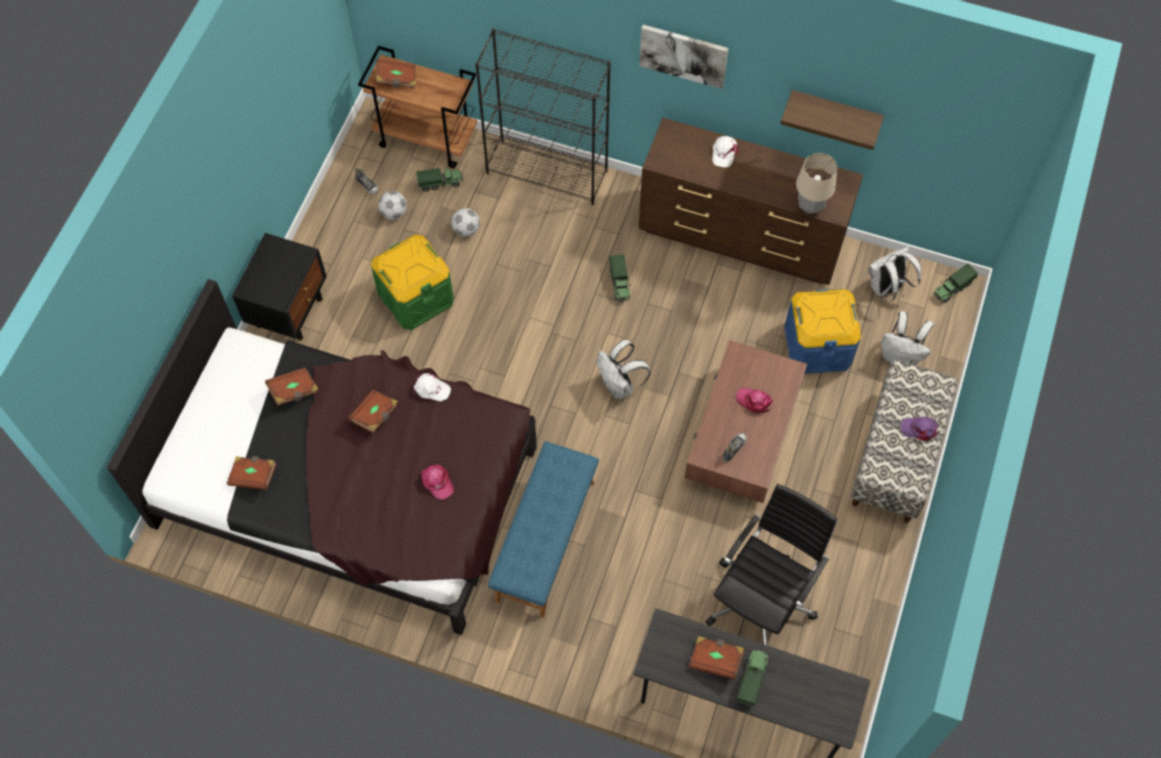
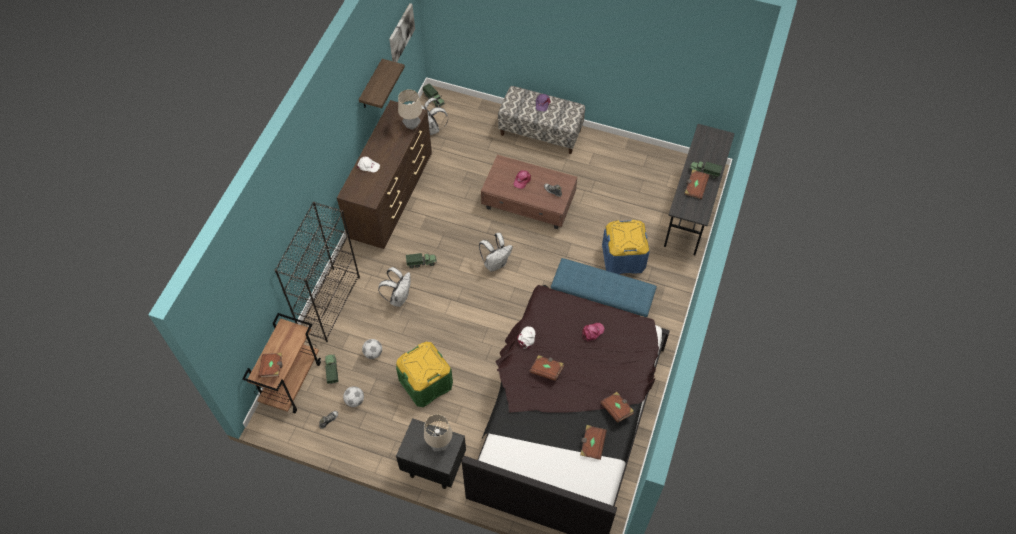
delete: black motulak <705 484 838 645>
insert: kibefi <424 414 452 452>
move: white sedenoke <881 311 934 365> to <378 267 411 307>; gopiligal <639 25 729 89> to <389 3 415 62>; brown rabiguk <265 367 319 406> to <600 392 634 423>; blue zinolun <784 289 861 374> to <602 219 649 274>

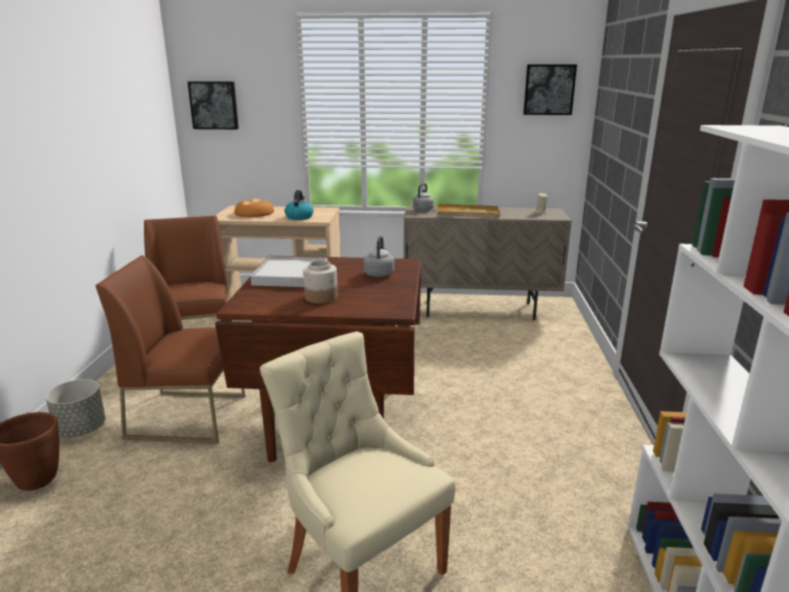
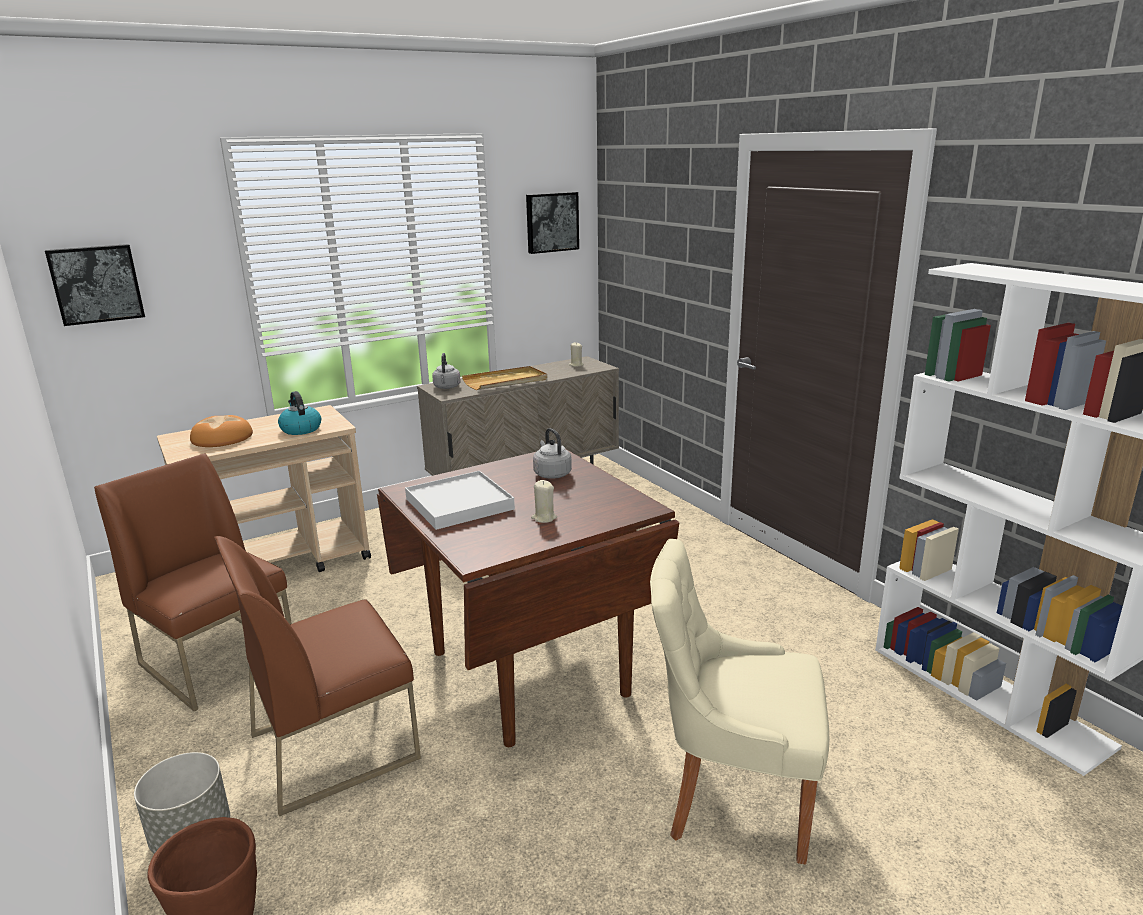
replace: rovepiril <303 260 338 304> to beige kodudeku <531 480 557 523>

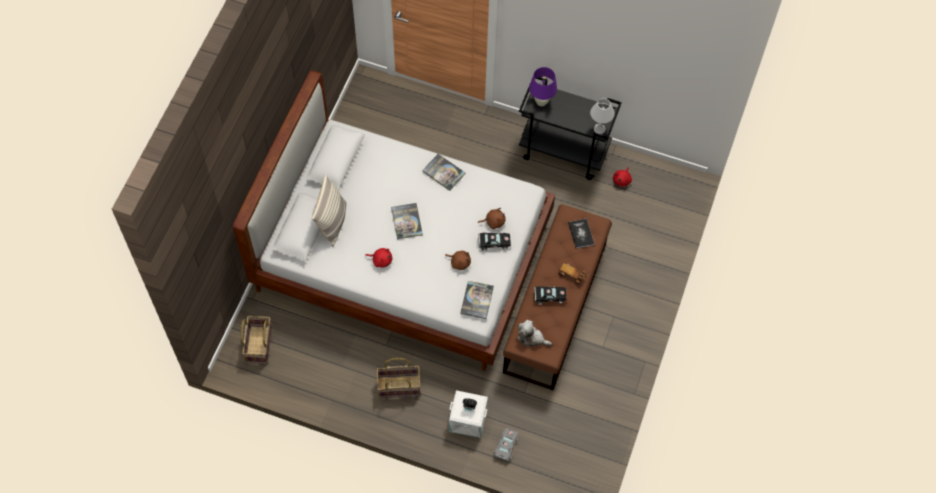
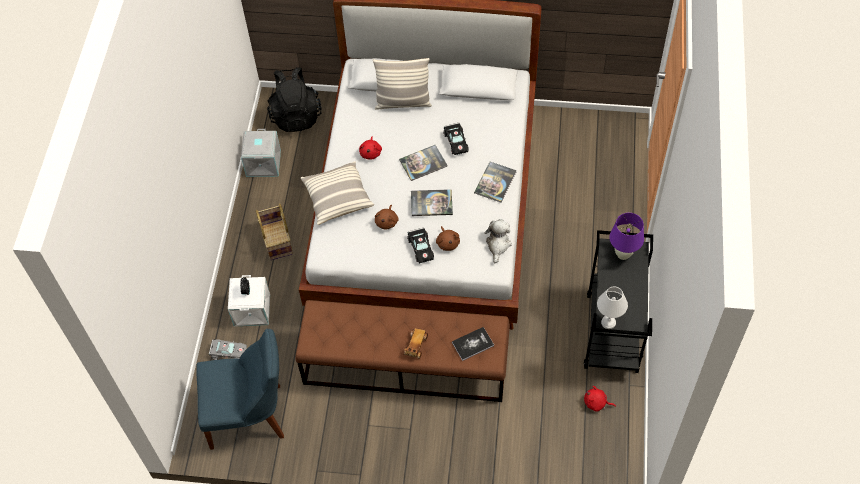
insert: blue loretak <196 329 284 450>; grey zinolun <241 129 281 177>; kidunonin <301 161 374 225>
move: rabiguk <460 281 494 319> to <411 189 453 216>; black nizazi <534 286 567 305> to <443 123 469 155>; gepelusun <518 320 552 347> to <485 219 512 263>
replace: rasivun <241 316 272 364> to black sedenoke <267 67 322 132>

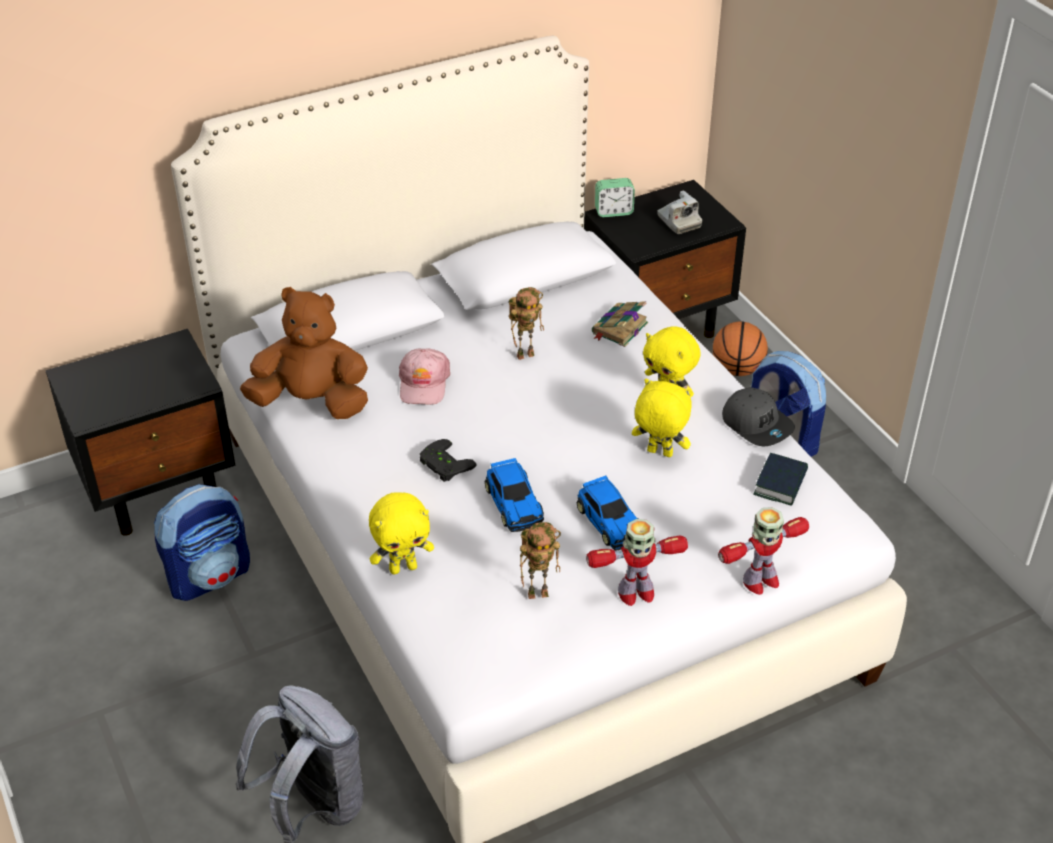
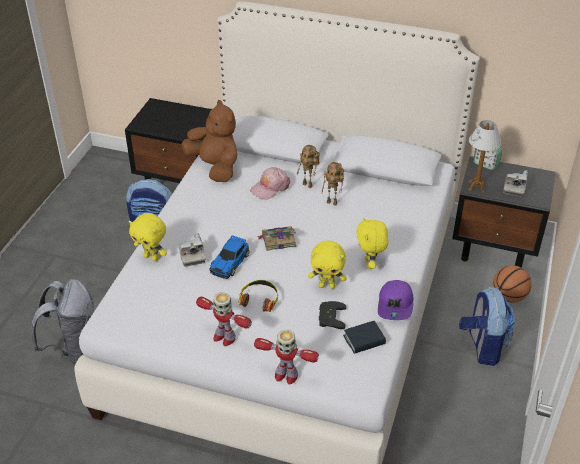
insert: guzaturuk <179 233 206 267>; kibefi <468 120 501 193>
move: rabiguk <592 301 648 347> to <257 226 296 251>; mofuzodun <520 522 561 599> to <297 145 320 188>; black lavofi <420 439 477 482> to <319 301 346 329>
replace: nizazi <576 476 638 551> to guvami <239 280 278 312>
recolor: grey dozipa <722 387 795 446> to purple dozipa <378 280 414 320>
rotate: yellow gepelusun <632 379 693 457> = <308 240 347 289> 120 degrees clockwise

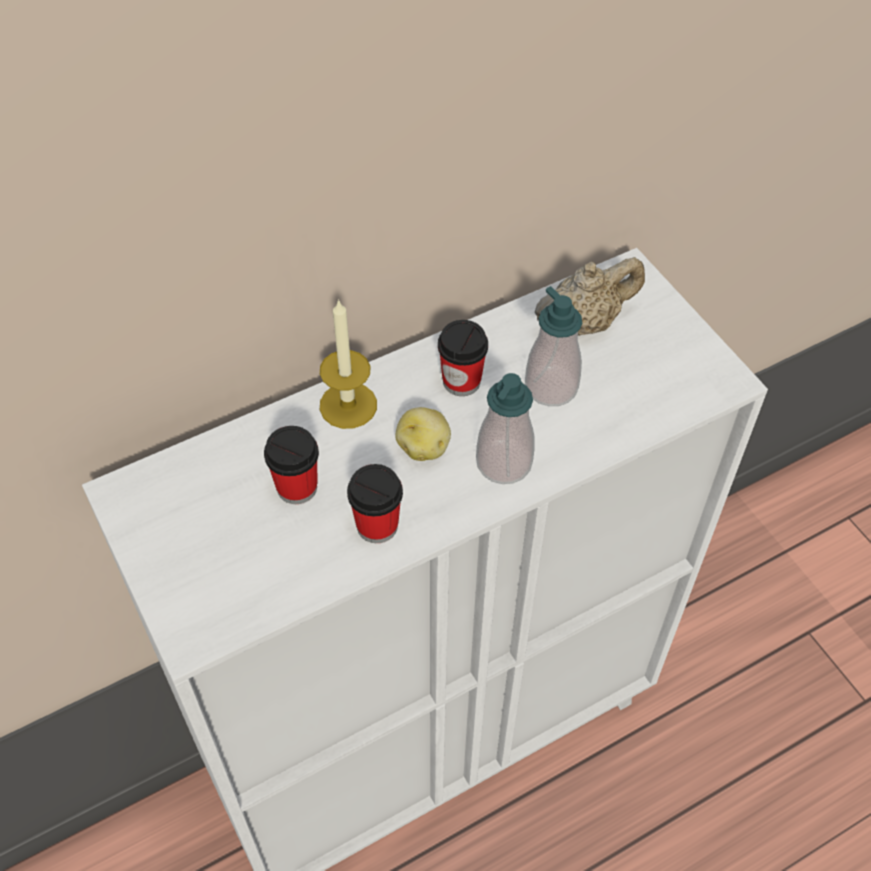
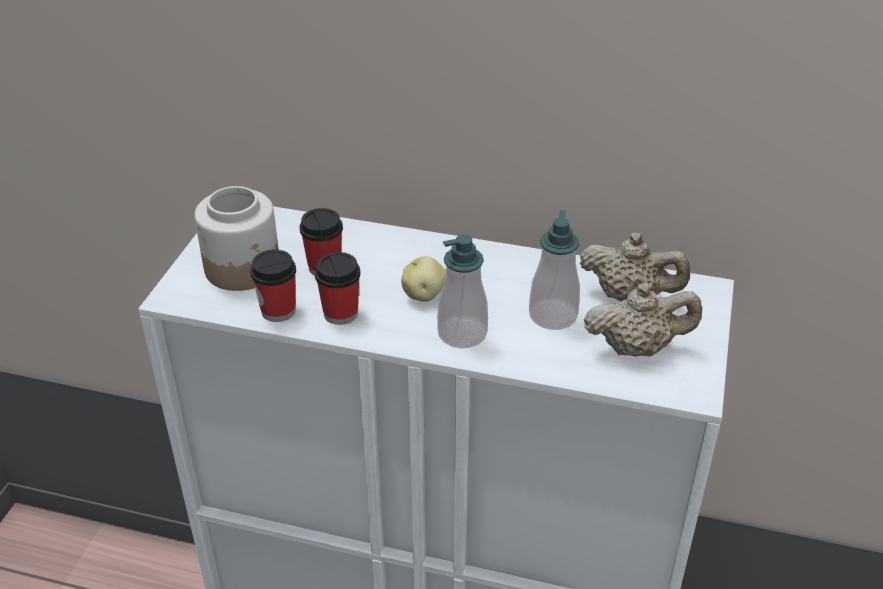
delete: kodudeku <320 299 377 429>
insert: rovepiril <194 186 279 291>; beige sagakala <584 283 702 356>
move: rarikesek <438 320 488 396> to <250 250 296 322>

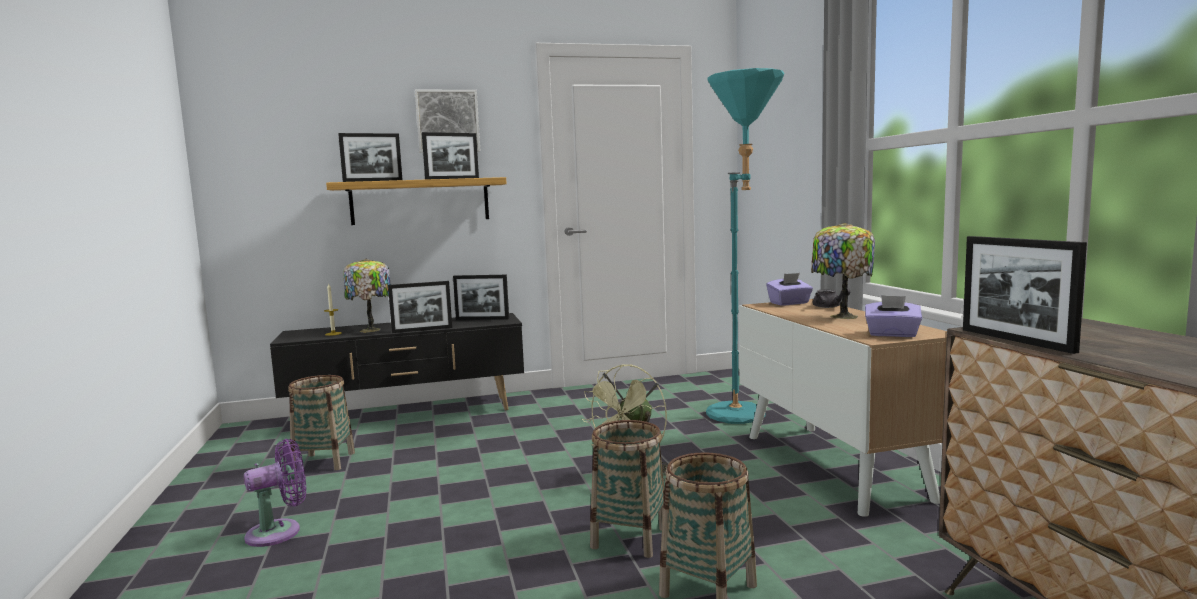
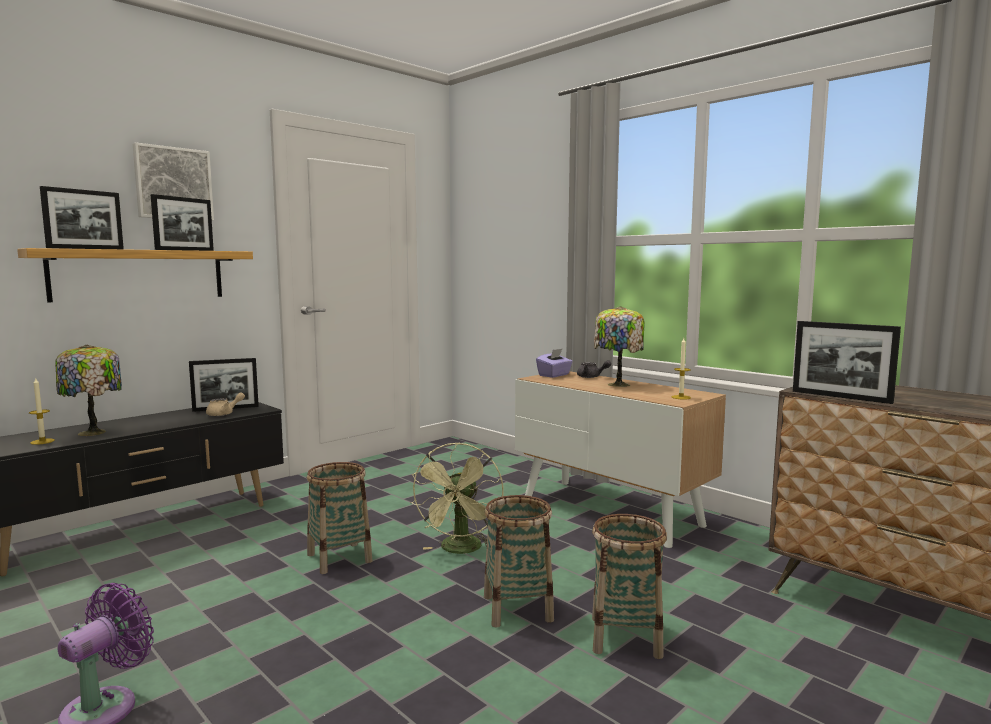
delete: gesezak <388 281 452 333>; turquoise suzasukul <706 68 785 424>
insert: beige sagakala <206 392 245 416>
move: rasivun <288 375 355 470> to <307 462 372 574>
replace: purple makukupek <865 295 922 337> to kodudeku <672 338 691 400>

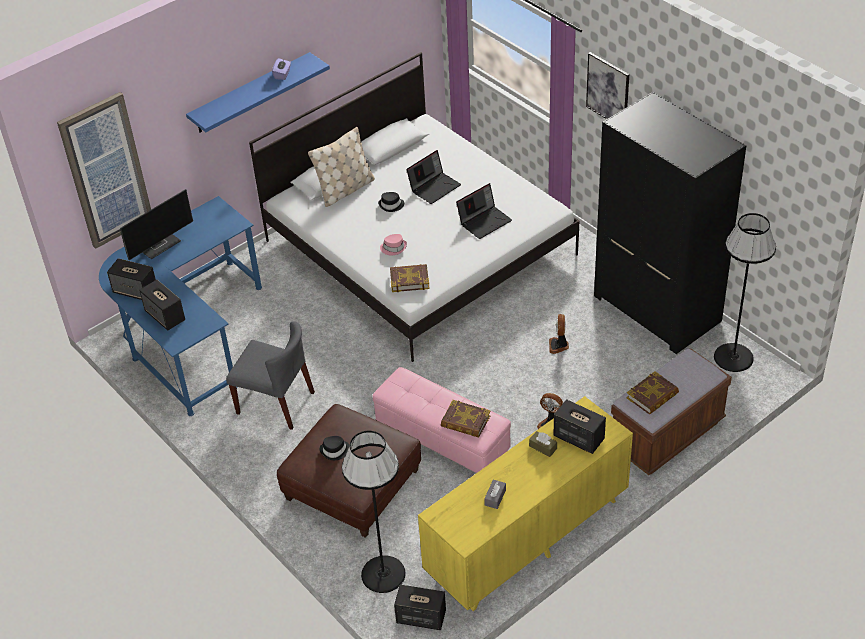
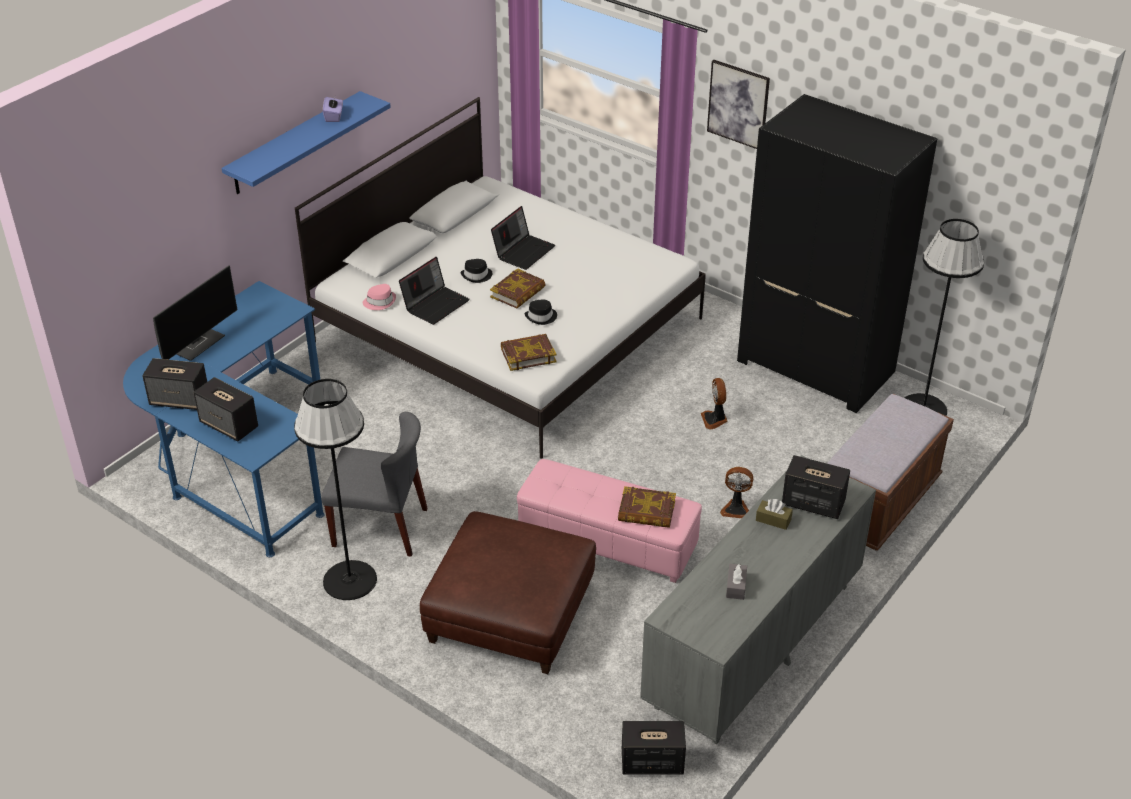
delete: gopiligal <57 92 151 249>; beige kidunonin <308 127 375 207>
move: black suzasukul <342 431 406 593> to <294 379 377 600>; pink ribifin <380 234 407 256> to <363 284 396 310>; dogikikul <456 183 512 239> to <399 257 470 325>; rabiguk <626 371 679 415> to <490 268 546 308>; black ribifin <319 436 350 460> to <525 300 557 325>
recolor: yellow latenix <418 396 633 611> to grey latenix <640 455 876 744>

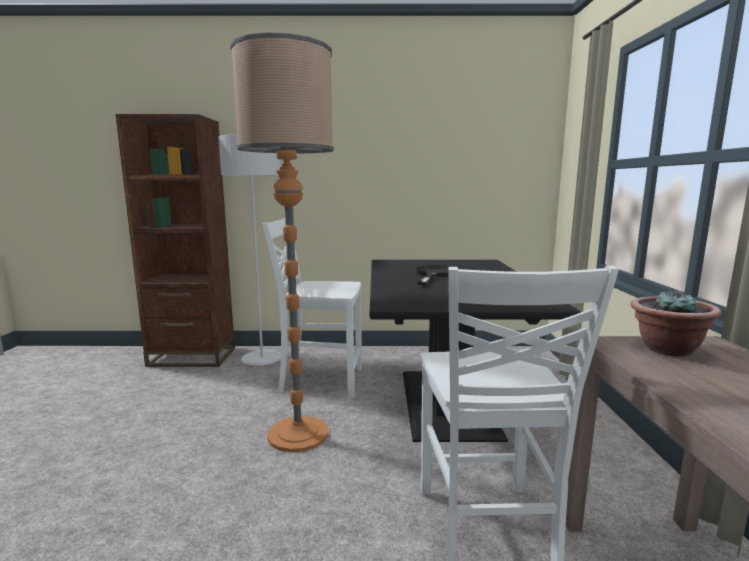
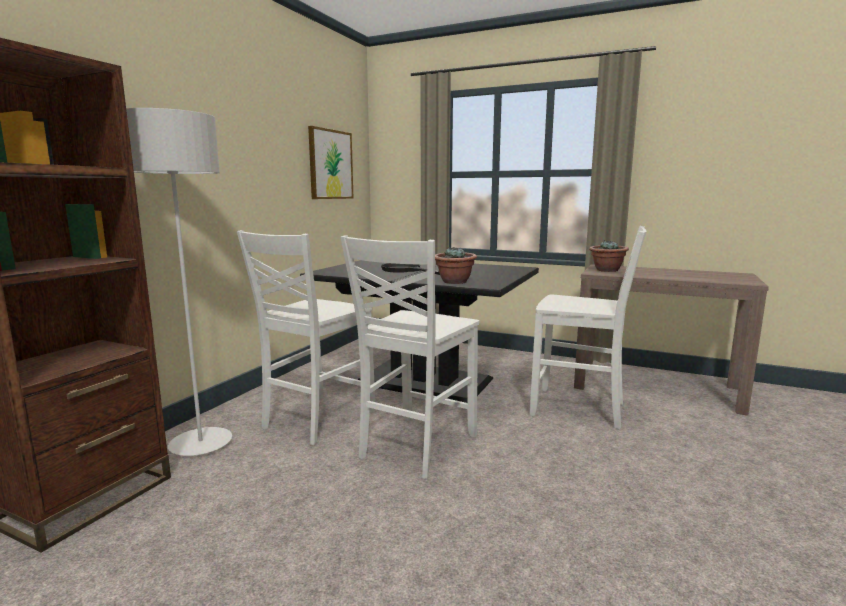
insert: gopiligal <308 126 353 199>; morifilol <435 247 477 284>
replace: suzasukul <230 33 334 452> to white loretak <340 235 479 479>

